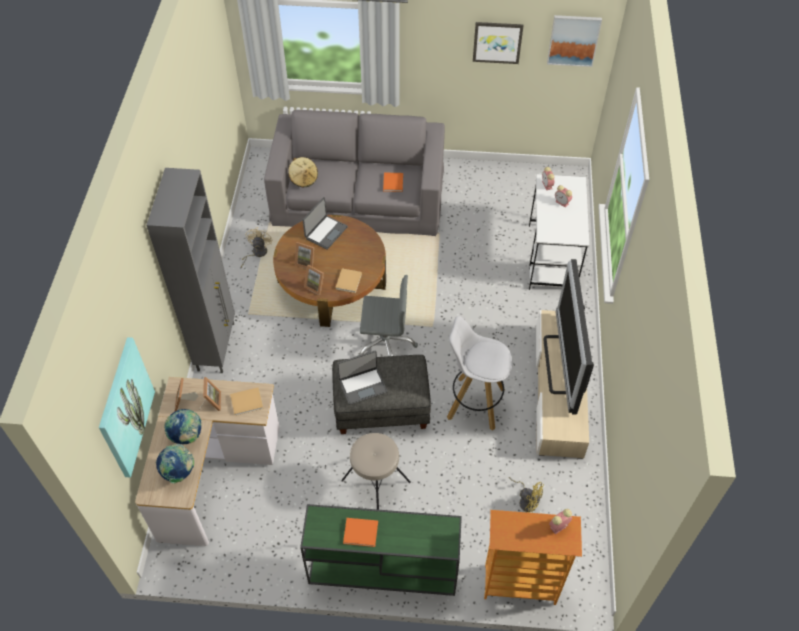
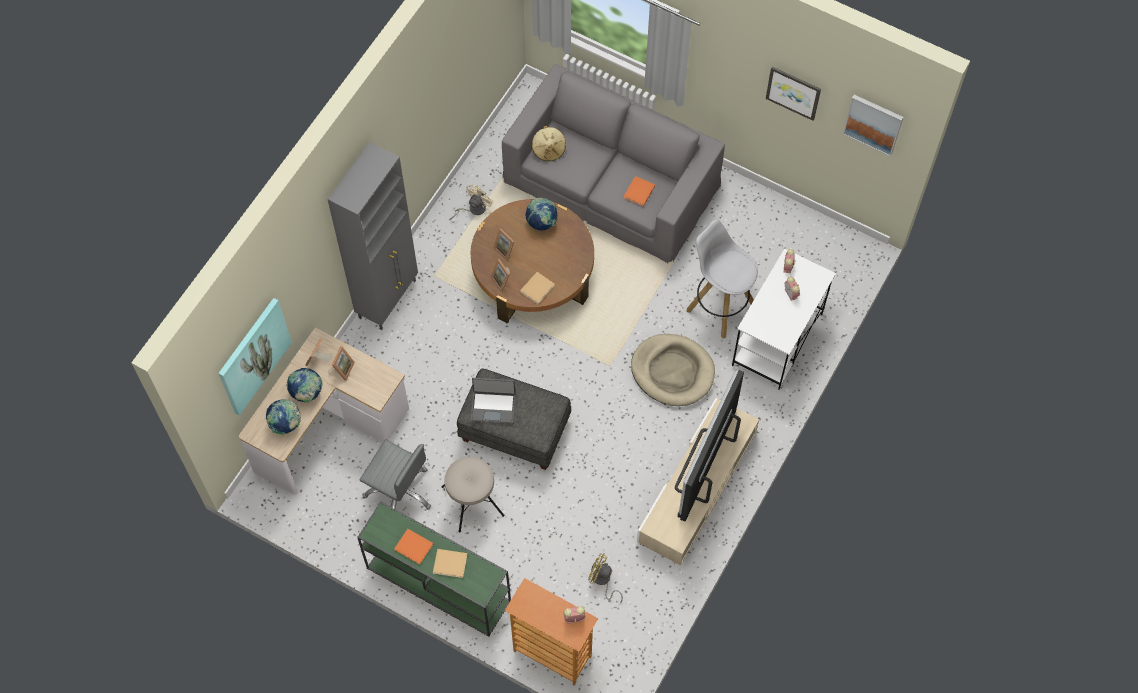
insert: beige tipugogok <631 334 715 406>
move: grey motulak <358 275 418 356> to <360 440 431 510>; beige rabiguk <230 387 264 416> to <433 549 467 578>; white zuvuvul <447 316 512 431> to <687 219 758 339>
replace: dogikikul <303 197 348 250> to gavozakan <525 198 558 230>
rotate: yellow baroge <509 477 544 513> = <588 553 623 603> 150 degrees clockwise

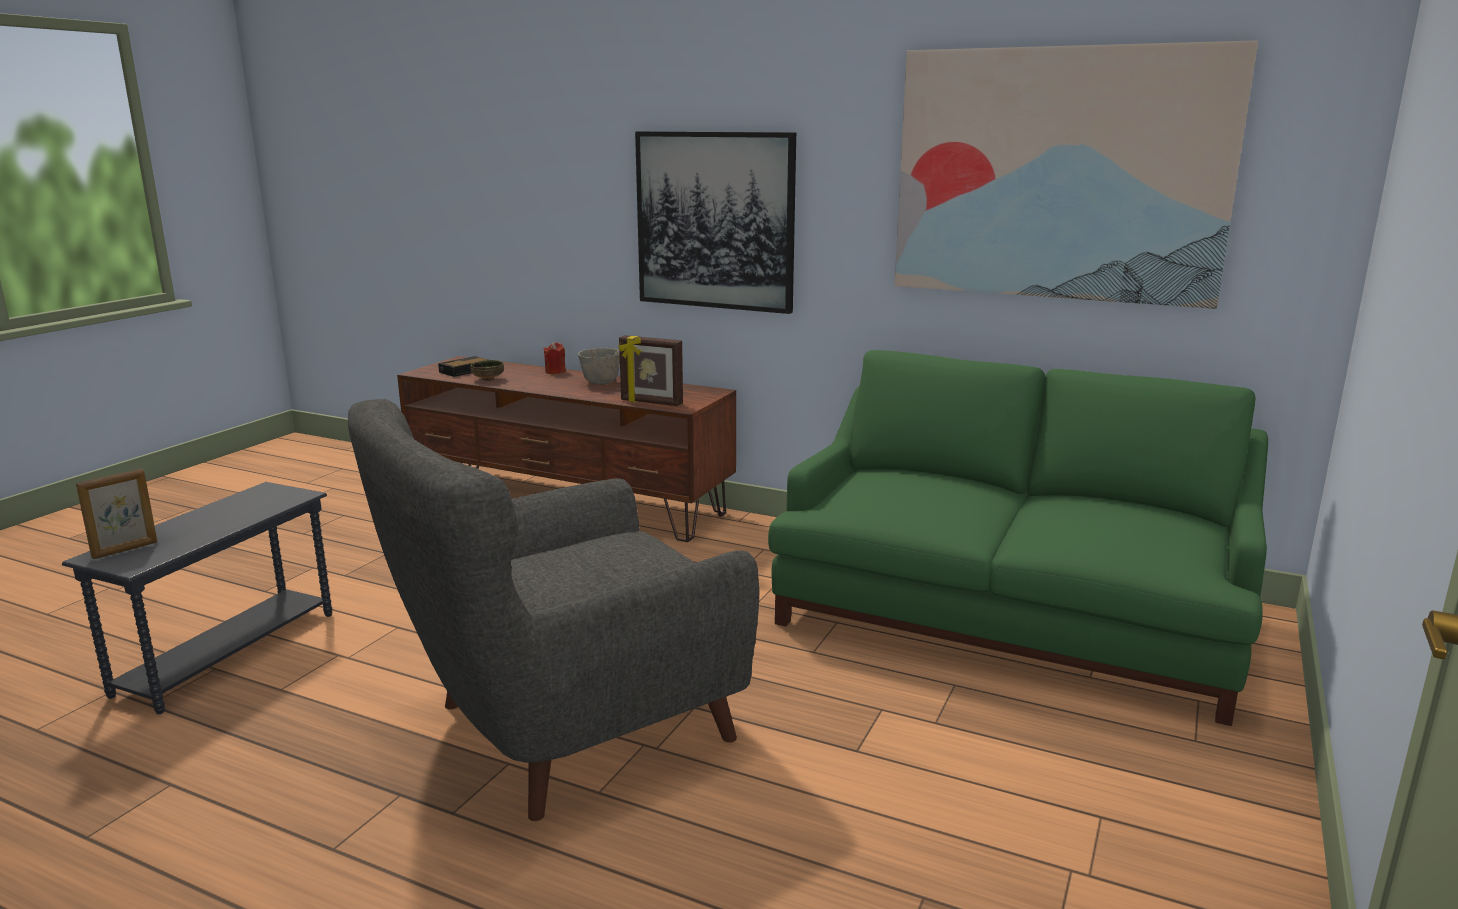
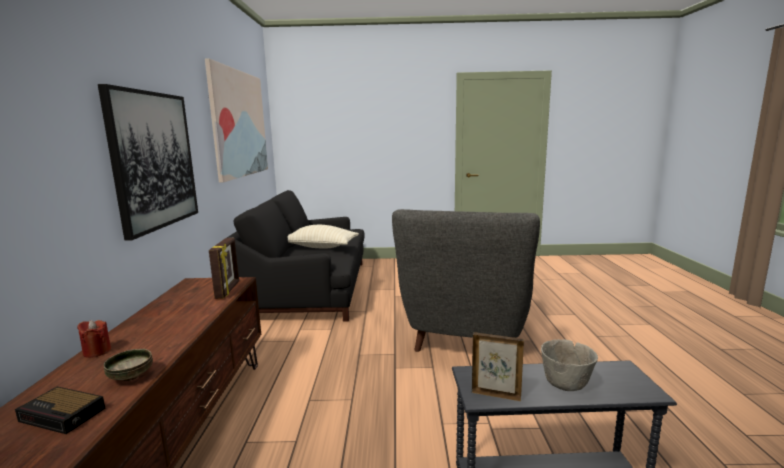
insert: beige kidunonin <288 225 359 249>
move: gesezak <76 469 157 559> to <472 332 524 401>; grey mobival <578 348 620 385> to <541 339 598 391>
recolor: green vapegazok <768 350 1268 726> to black vapegazok <227 190 365 322>
rotate: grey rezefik <348 399 759 821> = <392 209 540 352> 75 degrees clockwise

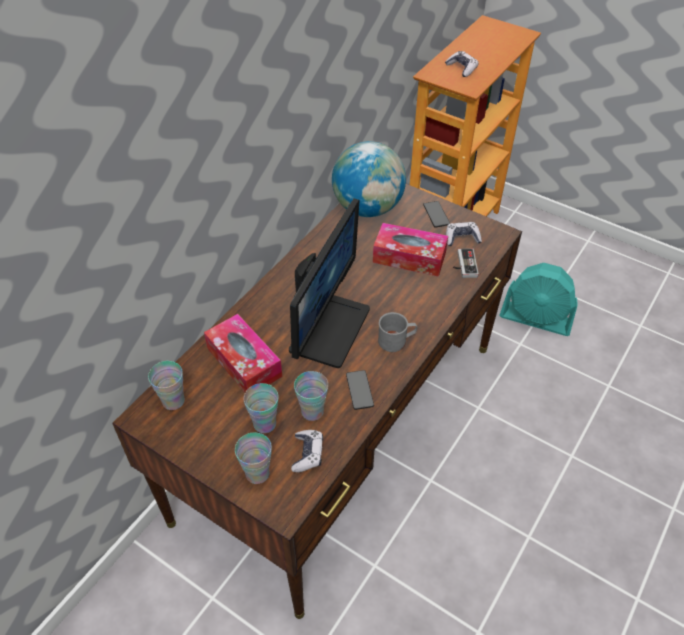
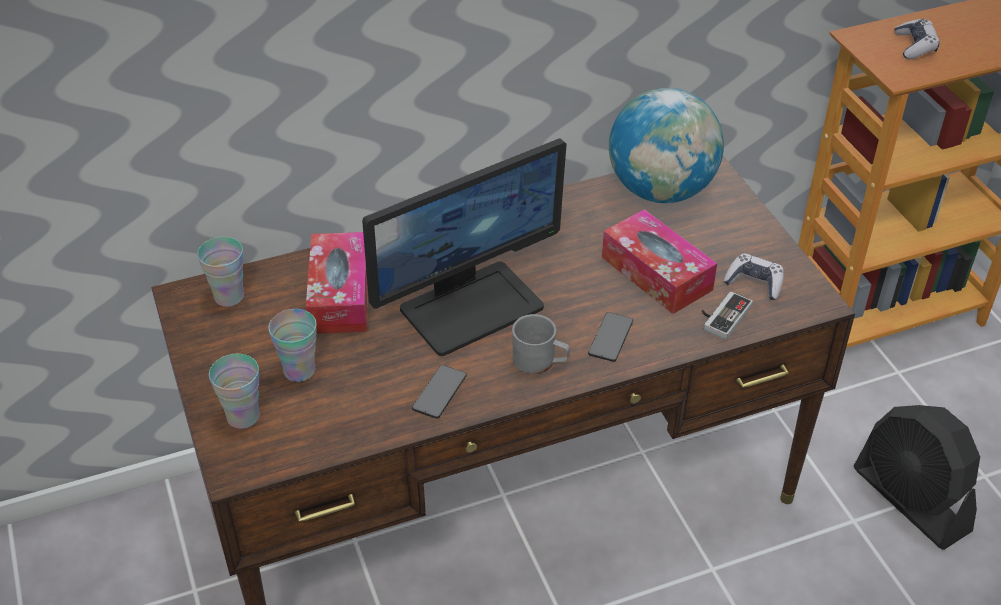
delete: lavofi <291 430 323 472>; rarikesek <294 371 328 421>
move: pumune <423 201 450 228> to <588 312 633 362>
recolor: turquoise baroge <499 263 577 336> to black baroge <854 405 980 550>

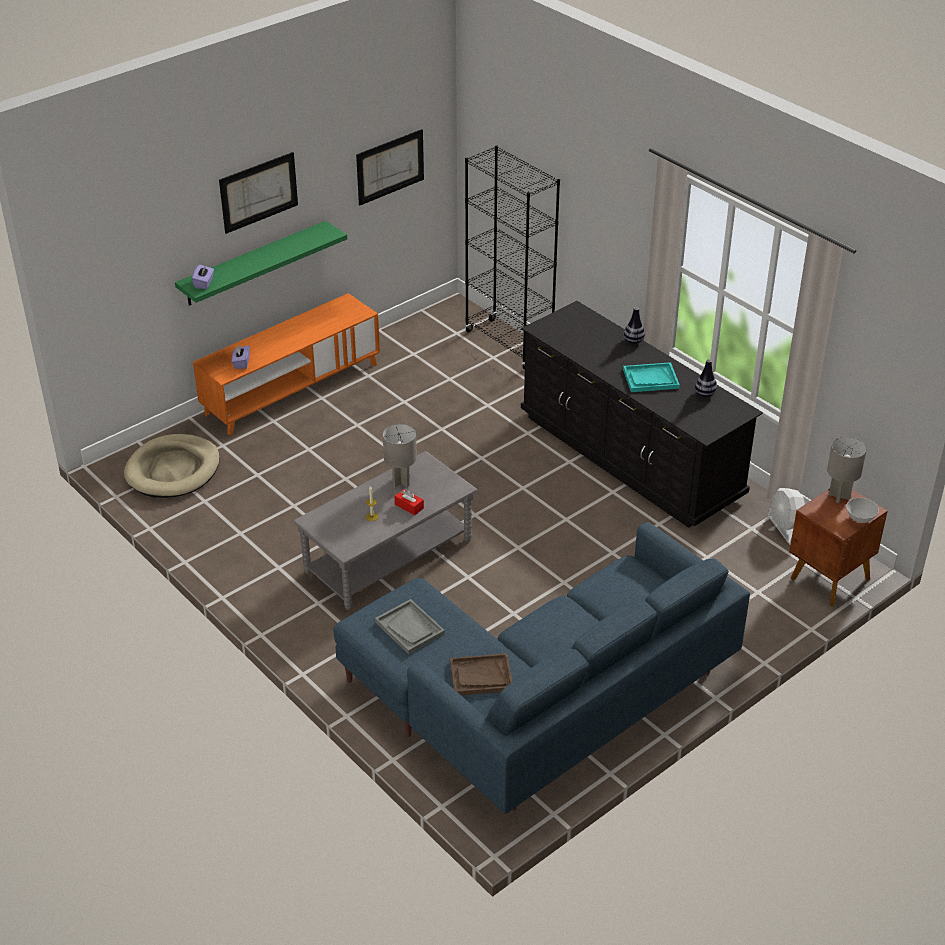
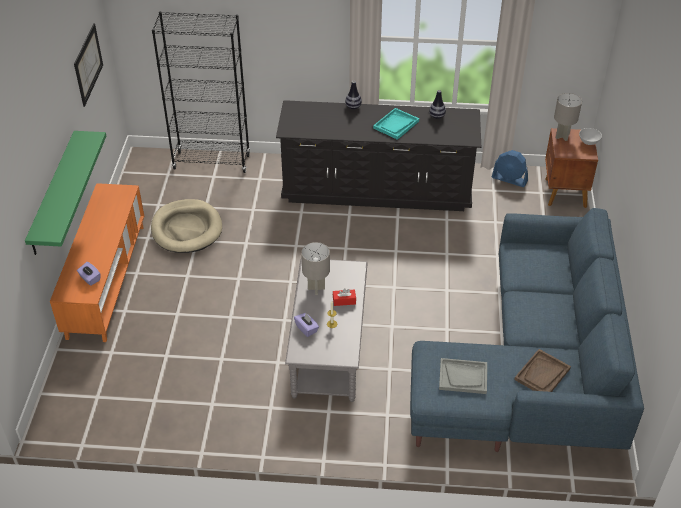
delete: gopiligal <219 152 298 234>
move: beige tipugogok <124 434 220 498> to <151 199 222 253>; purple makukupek <192 265 214 289> to <294 313 319 337>
recolor: white baroge <768 488 805 545> to blue baroge <492 150 528 187>

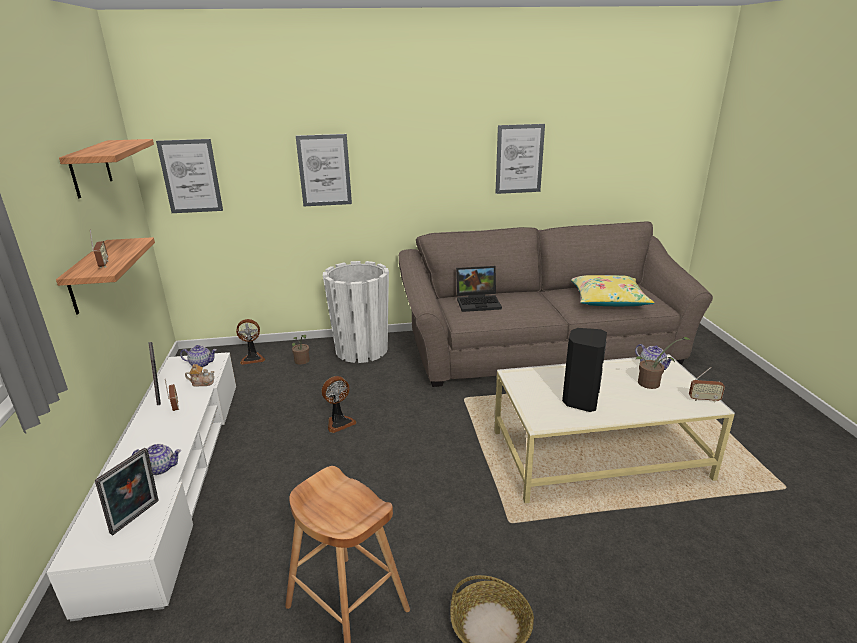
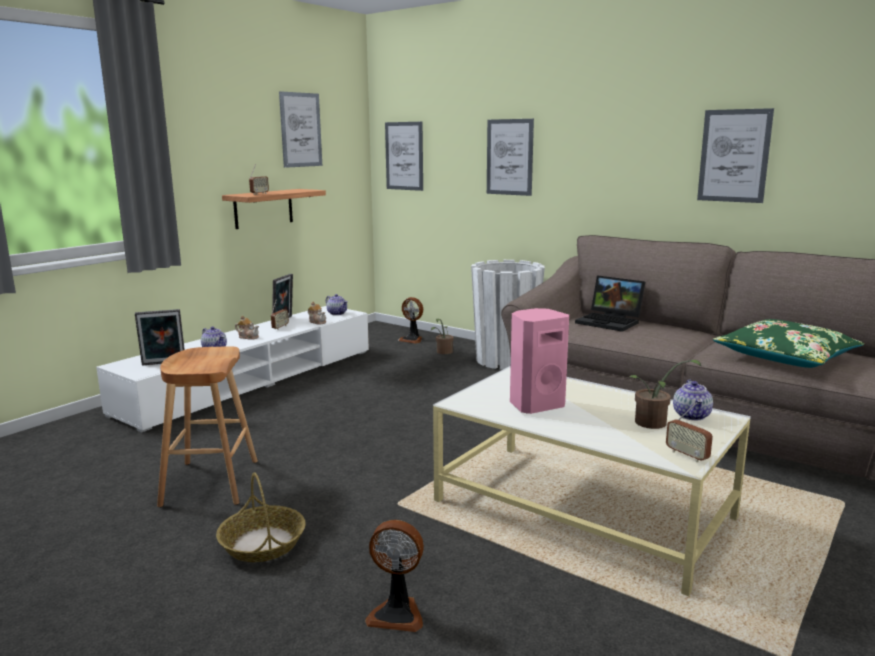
insert: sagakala <235 315 259 340>
move: baroge <322 376 356 433> to <365 520 424 632>
replace: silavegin <59 139 154 198> to gopiligal <279 91 322 168>
recolor: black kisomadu <562 328 607 412> to pink kisomadu <510 308 569 414>; yellow kidunonin <571 275 655 306> to green kidunonin <713 319 864 368>

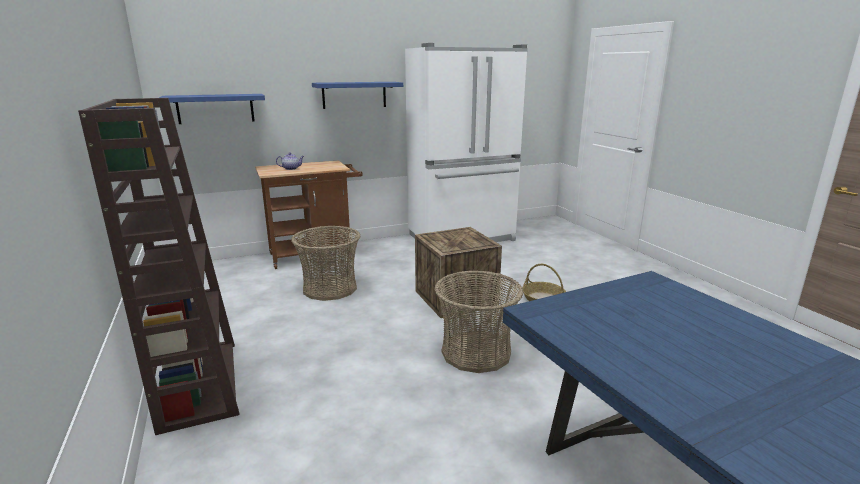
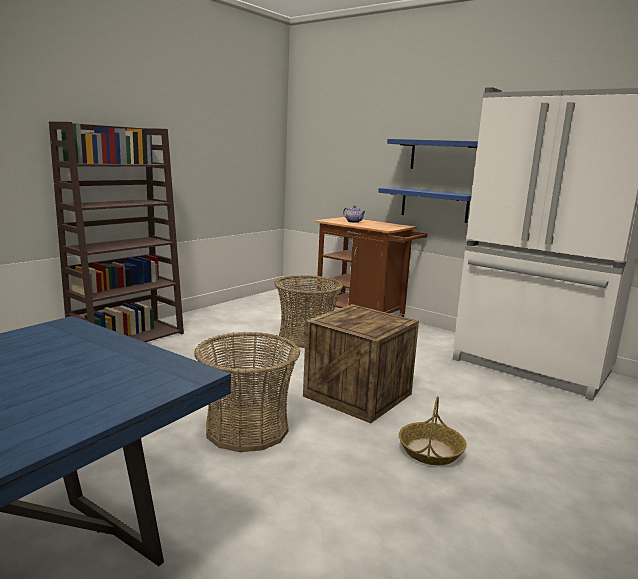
move: blue silavegin <159 94 265 124> to <378 187 472 223>

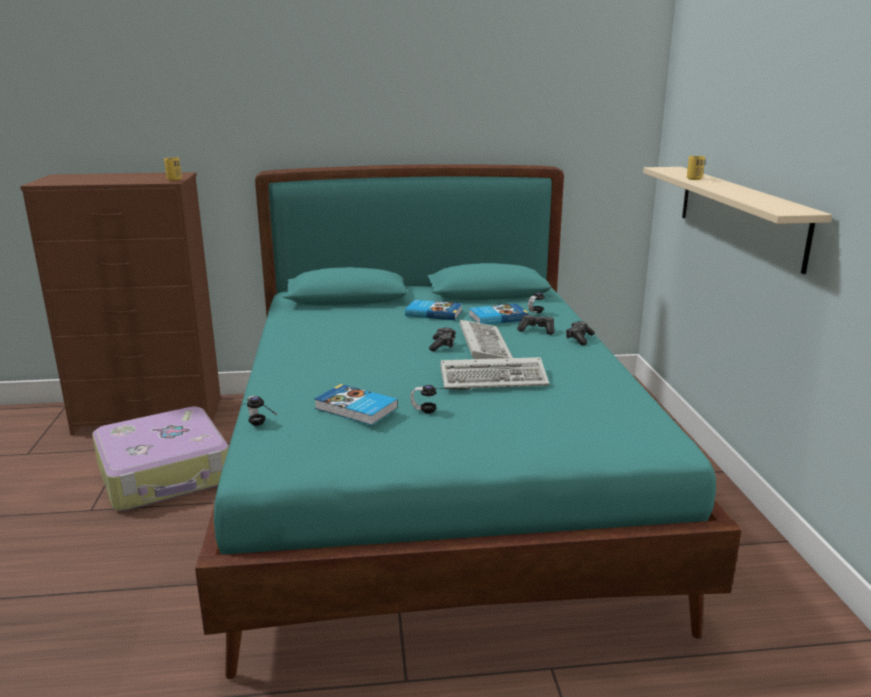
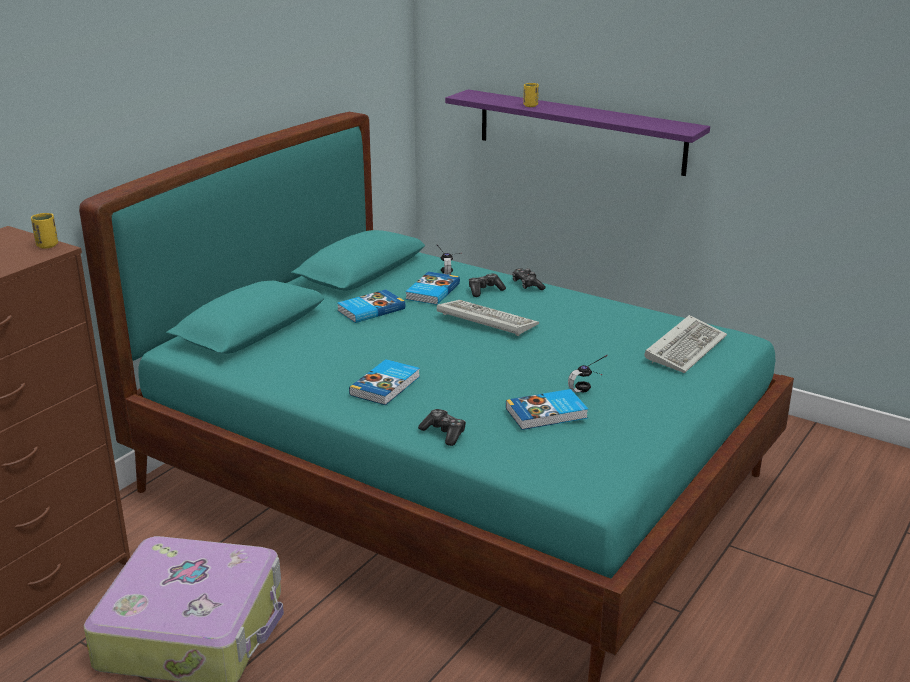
delete: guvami <235 396 277 426>
insert: rabiguk <349 359 420 405>
move: lavofi <429 327 456 351> to <418 409 466 446>; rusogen <440 357 549 388> to <644 315 727 373>
recolor: beige silavegin <643 167 832 274> to purple silavegin <445 89 710 176>

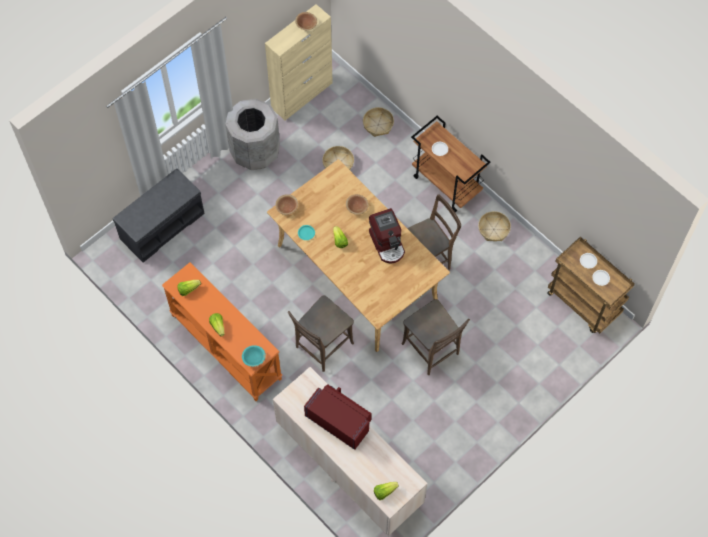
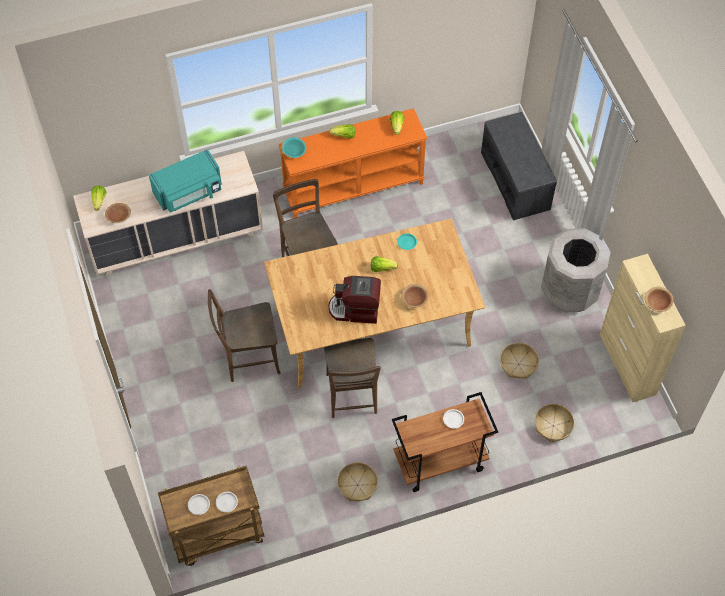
move: brown mobival <275 194 298 215> to <105 203 131 223>
recolor: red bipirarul <304 384 372 450> to turquoise bipirarul <149 149 222 212>

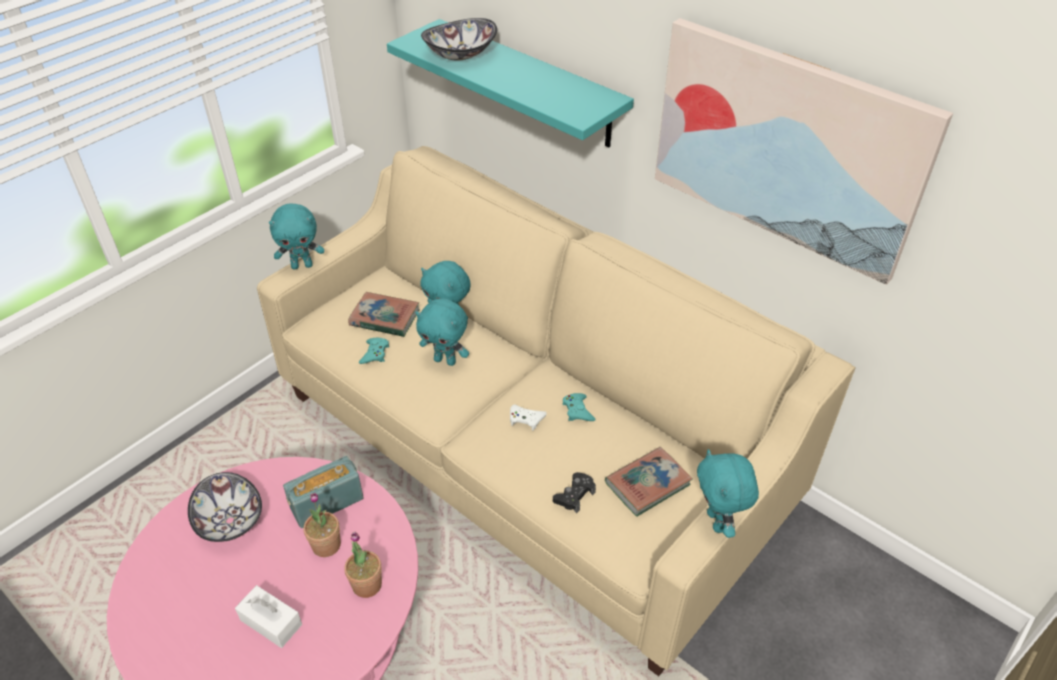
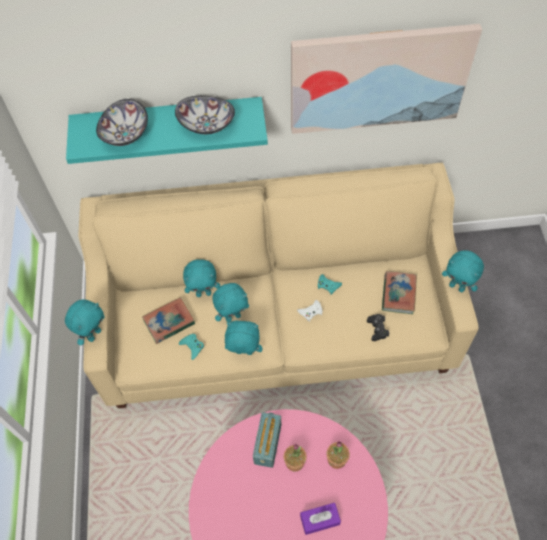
insert: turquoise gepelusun <225 321 263 355>
move: mobival <188 472 262 542> to <175 96 235 134>
recolor: white makukupek <235 585 302 648> to purple makukupek <300 503 341 535>

